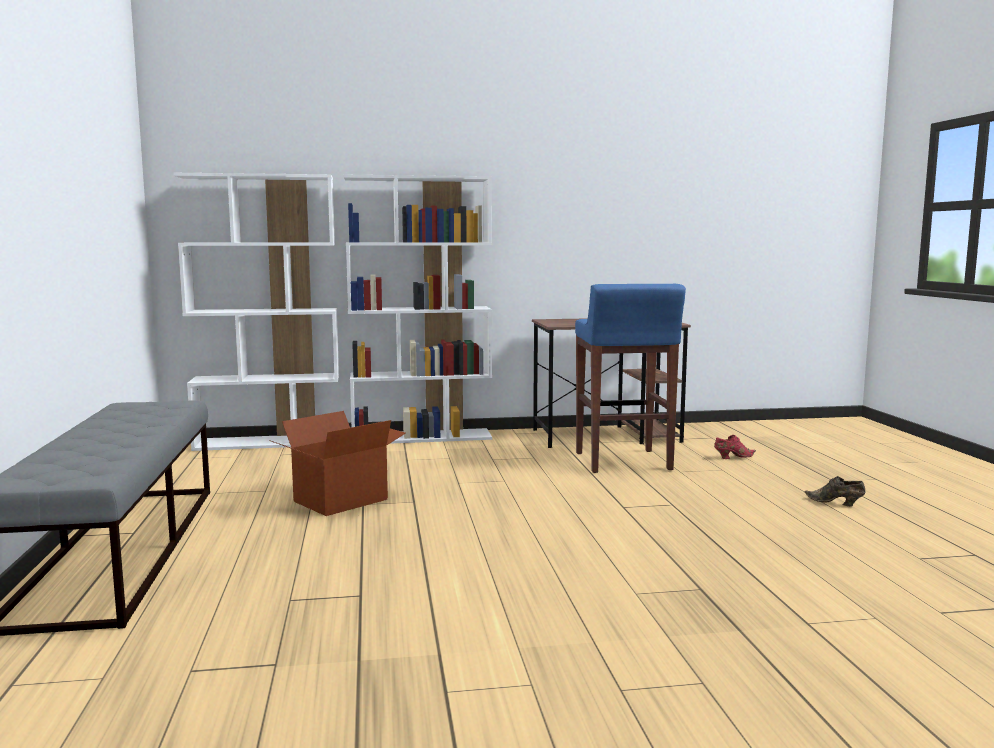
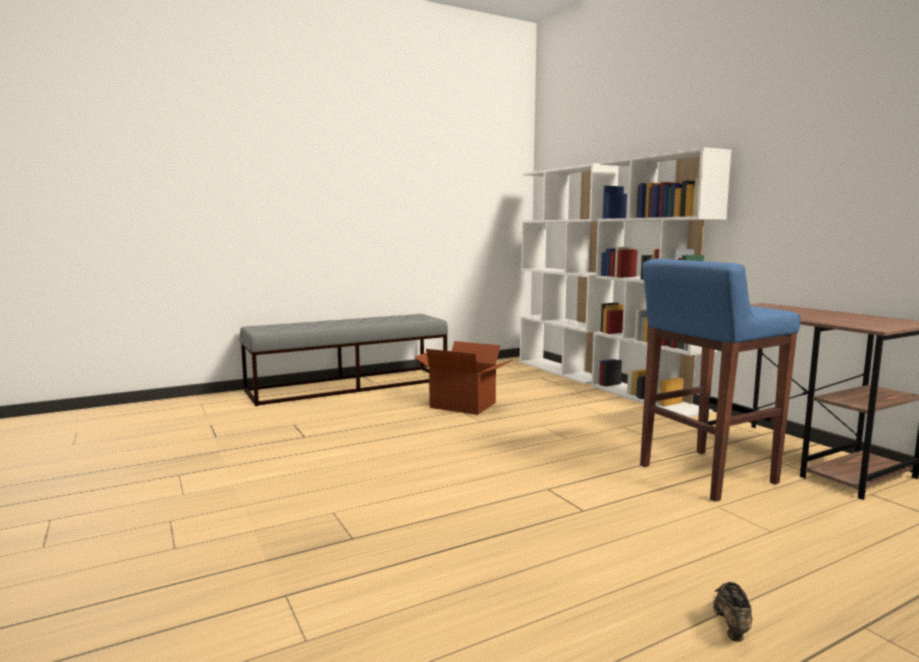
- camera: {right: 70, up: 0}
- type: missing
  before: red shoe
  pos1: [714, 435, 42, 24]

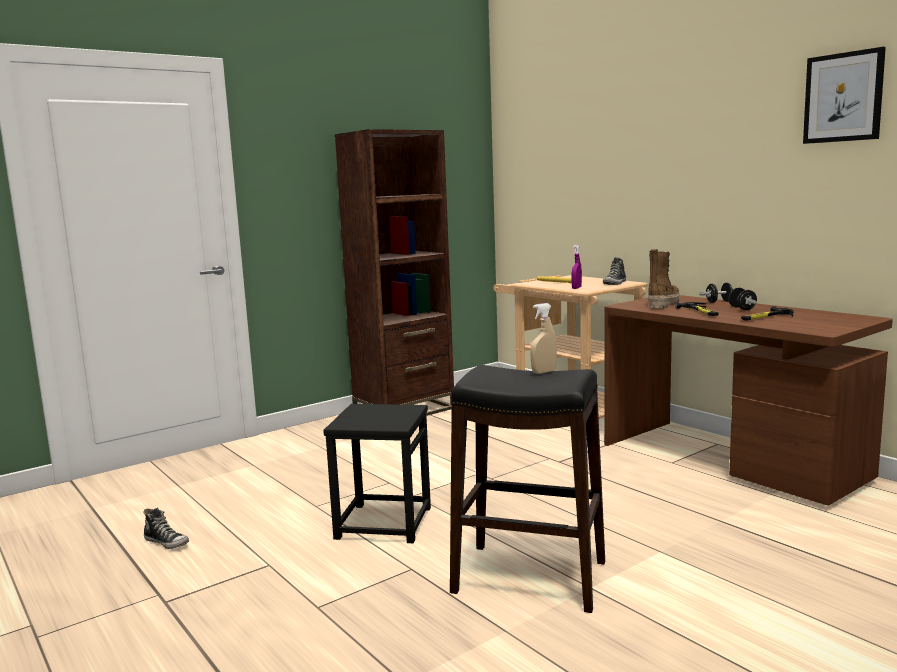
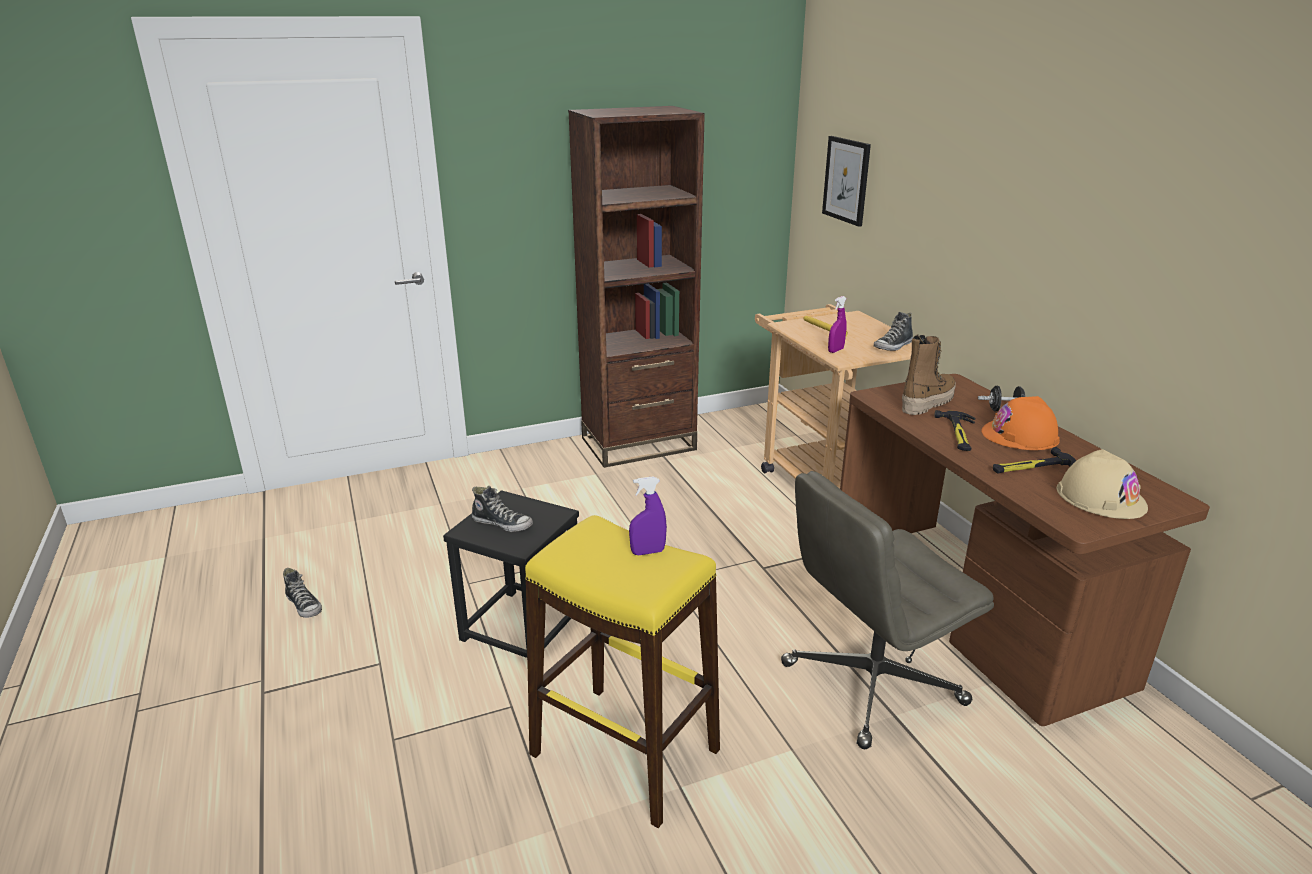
- camera: {right: 15, up: 15}
- type: appeared
  after: shoe
  pos2: [472, 486, 61, 46]
- type: appeared
  after: grey office chair
  pos2: [781, 471, 213, 278]
- type: appeared
  after: beige hard hat
  pos2: [1057, 449, 91, 70]
- type: relocated
  before: picture
  pos1: [803, 47, 83, 97]
  pos2: [822, 136, 49, 91]
- type: exchanged
  before: black dumbbell
  after: orange hard hat
  pos1: [728, 288, 29, 22]
  pos2: [981, 396, 79, 54]
- type: colour
  before: black stool
  after: yellow stool
  pos1: [450, 365, 155, 248]
  pos2: [525, 515, 195, 313]
- type: colour
  before: beige spray bottle
  after: purple spray bottle
  pos1: [531, 303, 26, 71]
  pos2: [629, 476, 38, 79]

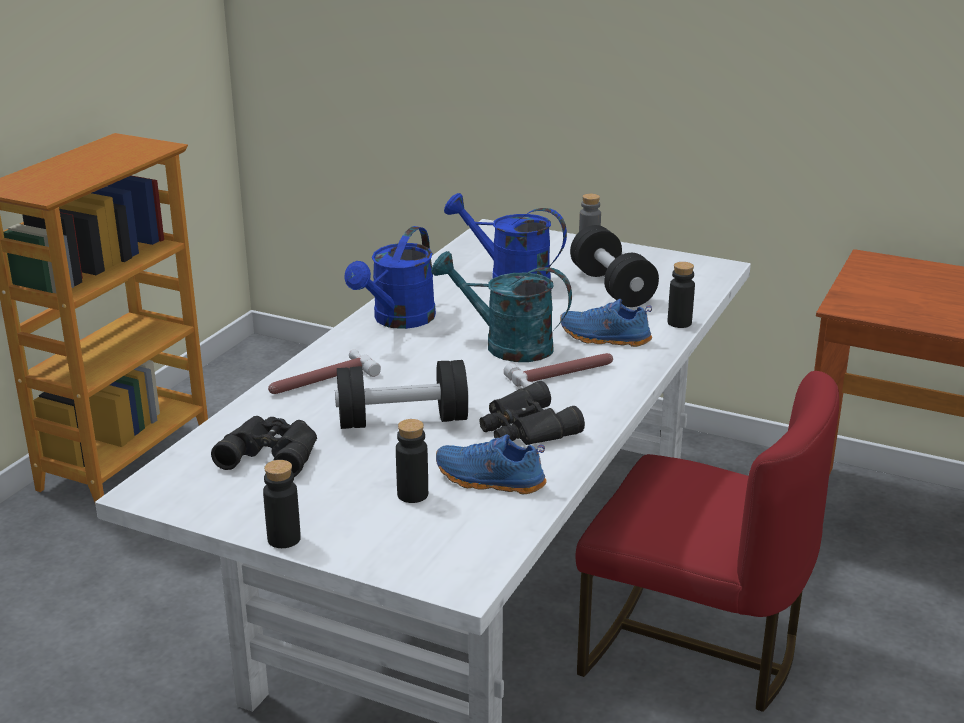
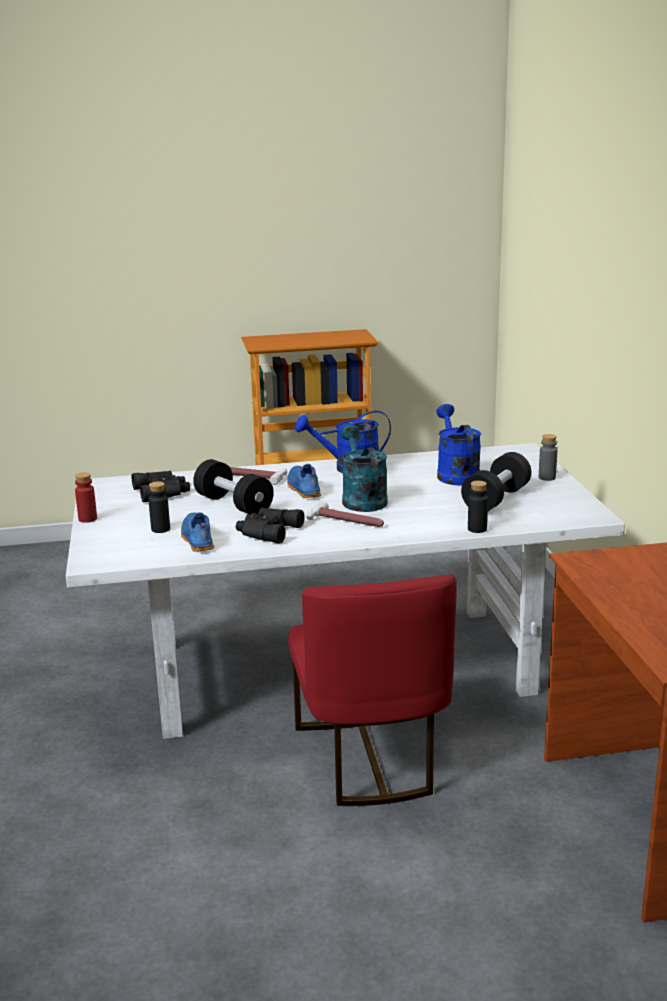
- camera: {right: 55, up: -5}
- type: relocated
  before: blue shoe
  pos1: [560, 299, 92, 48]
  pos2: [287, 464, 34, 34]
- type: colour
  before: black bottle
  after: red bottle
  pos1: [263, 460, 38, 88]
  pos2: [75, 472, 22, 51]

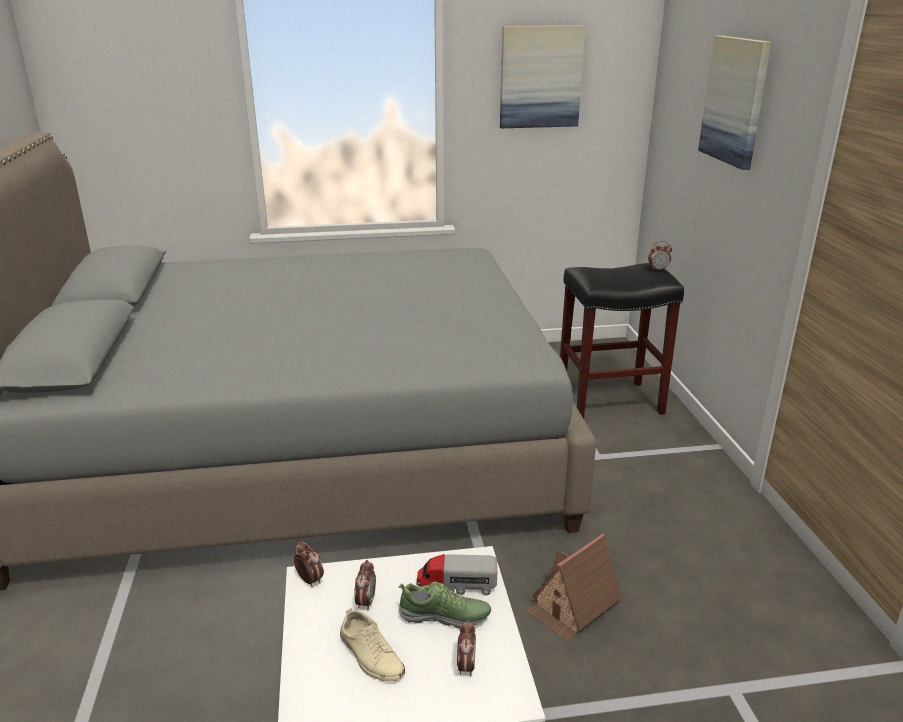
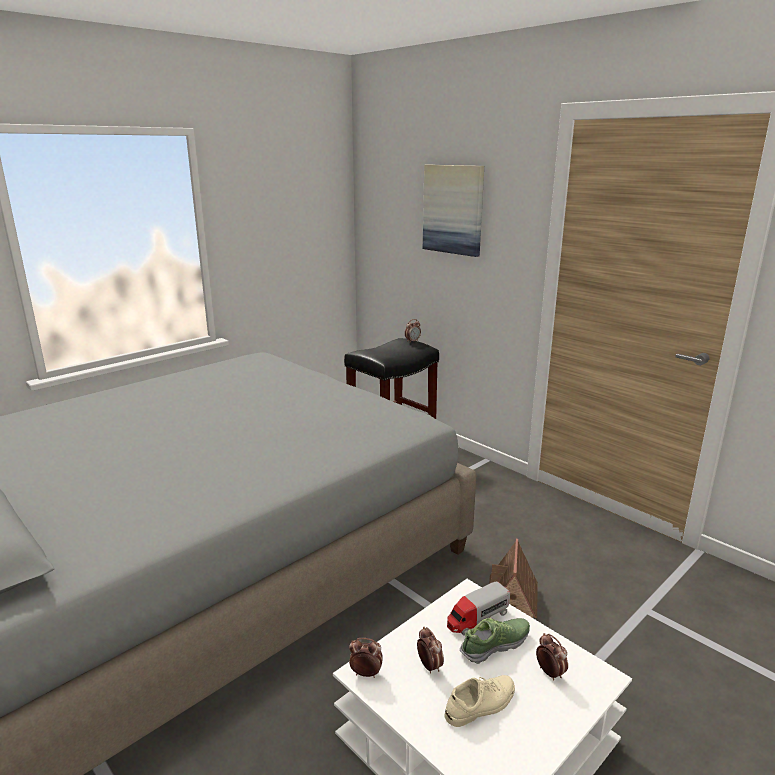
- camera: {right: -35, up: -5}
- type: missing
  before: picture
  pos1: [500, 25, 85, 103]
- type: spun
  before: beige shoe
  pos1: [340, 608, 65, 73]
  pos2: [445, 675, 70, 52]
  turn: -45

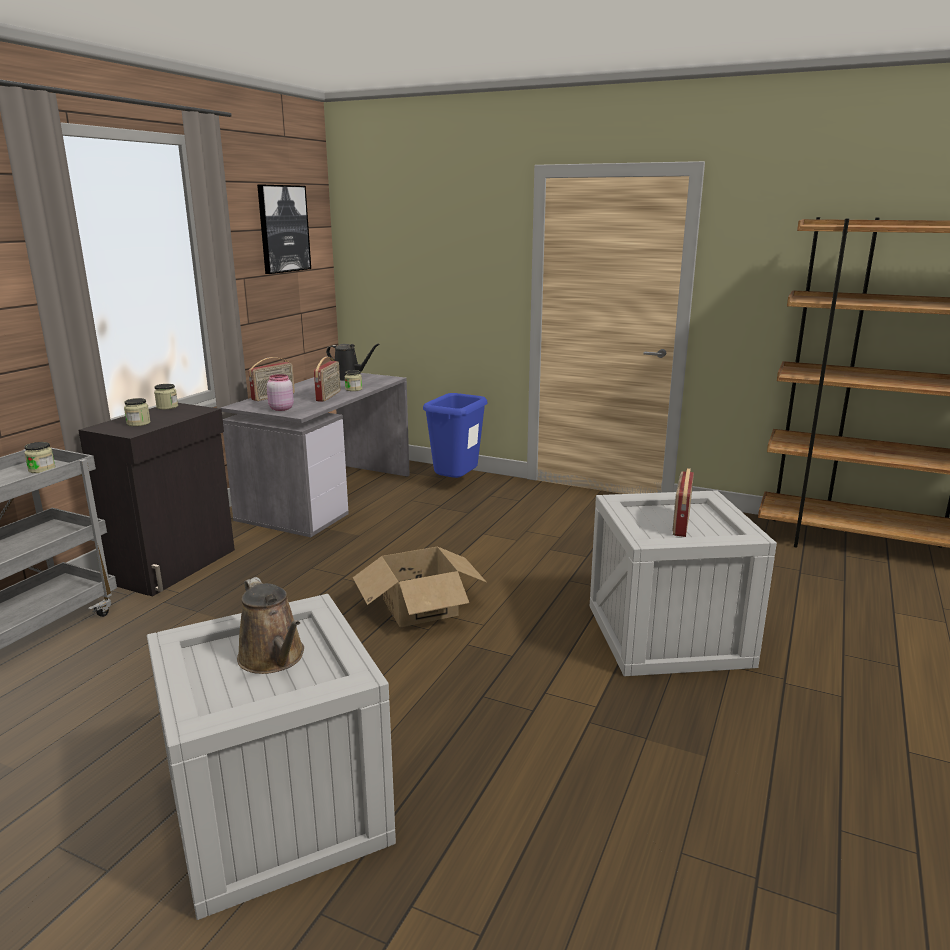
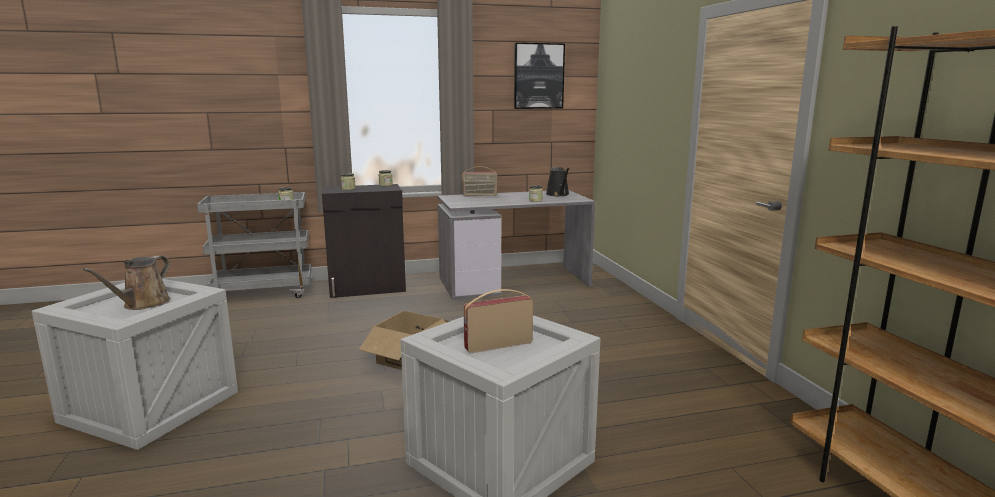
- camera: {right: 50, up: -5}
- type: missing
  before: pink jar
  pos1: [267, 374, 27, 37]
- type: missing
  before: radio
  pos1: [314, 357, 27, 45]
- type: missing
  before: blue trash can
  pos1: [423, 393, 64, 85]

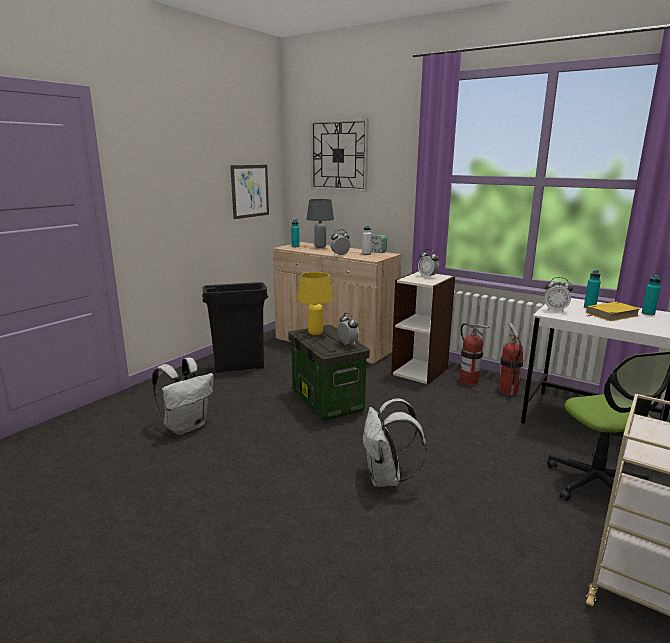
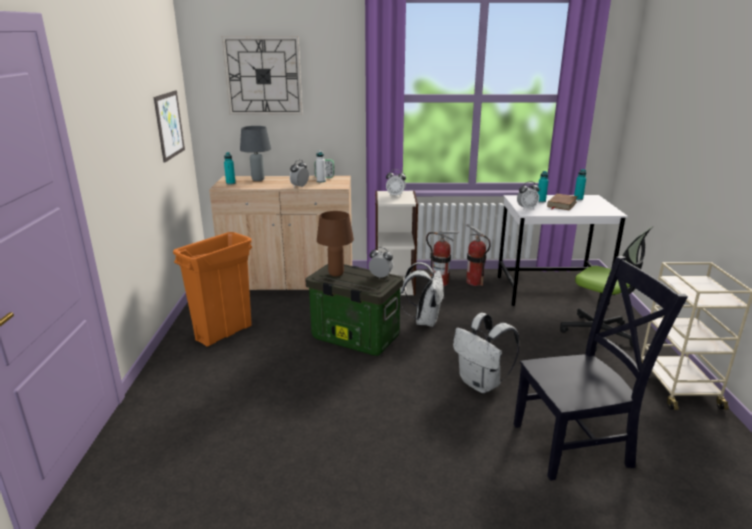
- camera: {right: -35, up: 5}
- type: appeared
  after: black chair
  pos2: [514, 256, 174, 225]
- type: relocated
  before: white backpack
  pos1: [152, 357, 62, 78]
  pos2: [400, 262, 44, 65]
- type: colour
  before: black trash can
  after: orange trash can
  pos1: [202, 282, 66, 91]
  pos2: [173, 232, 79, 115]
- type: colour
  before: yellow table lamp
  after: brown table lamp
  pos1: [297, 272, 36, 63]
  pos2: [317, 211, 37, 65]
- type: colour
  before: yellow book
  after: brown book
  pos1: [586, 302, 55, 19]
  pos2: [547, 193, 31, 17]

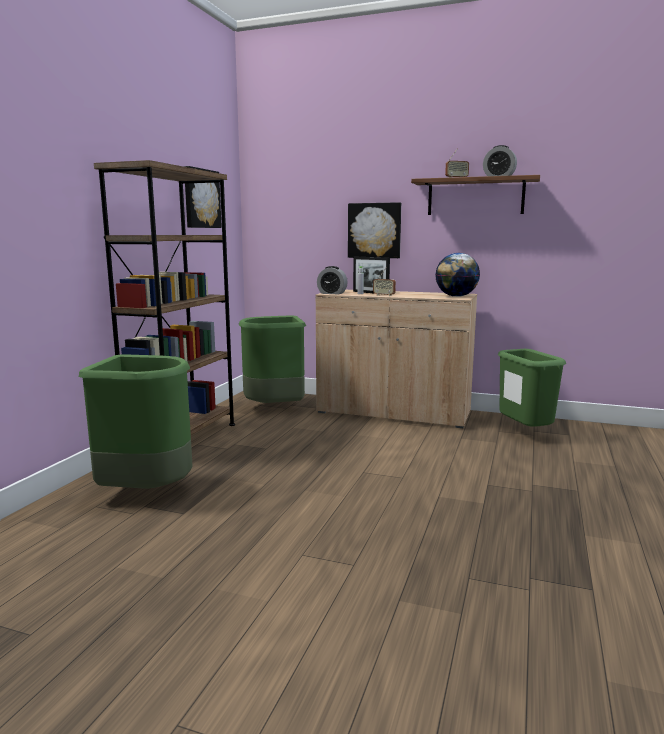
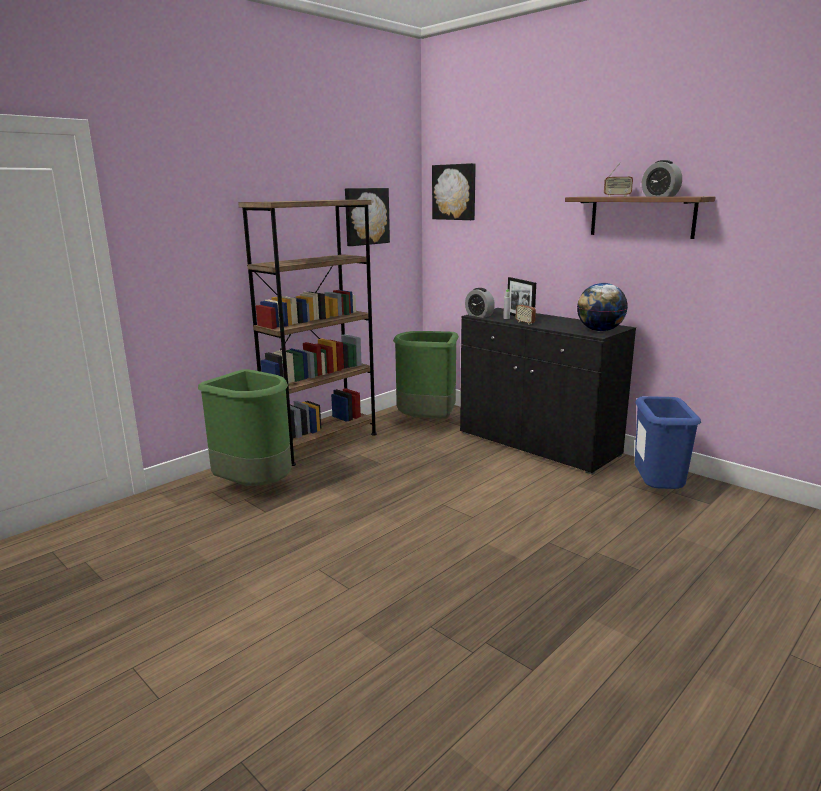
- camera: {right: 25, up: 5}
- type: relocated
  before: picture
  pos1: [348, 202, 53, 56]
  pos2: [432, 163, 44, 57]
- type: colour
  before: beige cabinet
  after: black cabinet
  pos1: [316, 290, 161, 138]
  pos2: [460, 308, 176, 167]
- type: colour
  before: green trash can
  after: blue trash can
  pos1: [498, 349, 68, 78]
  pos2: [635, 396, 66, 93]

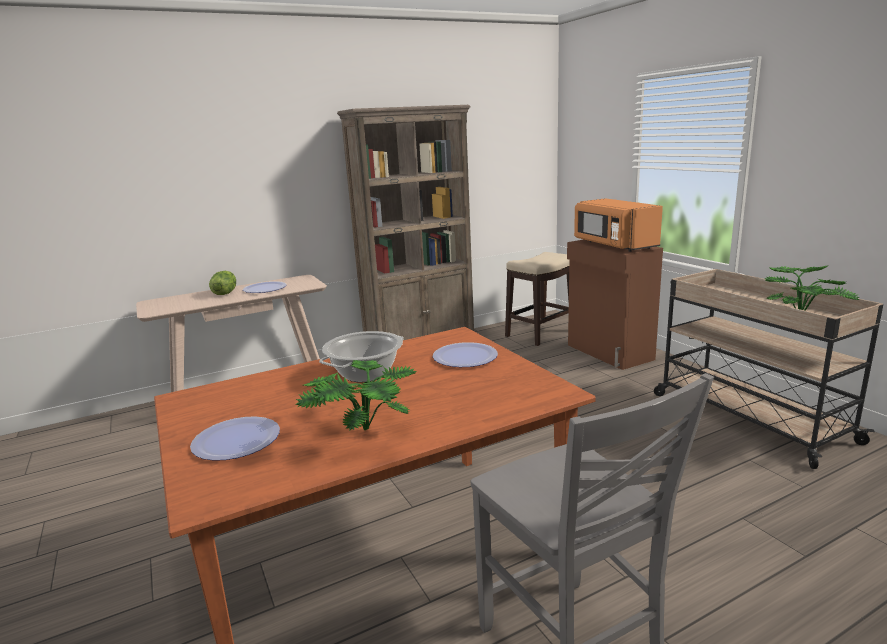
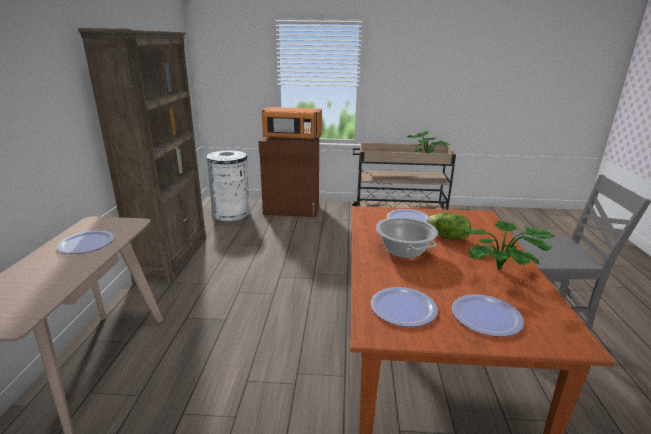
- camera: {right: -60, up: 5}
- type: appeared
  after: plate
  pos2: [371, 287, 67, 40]
- type: relocated
  before: lettuce
  pos1: [209, 271, 27, 24]
  pos2: [426, 213, 45, 27]
- type: exchanged
  before: stool
  after: white trash can
  pos1: [505, 252, 64, 94]
  pos2: [206, 150, 44, 71]

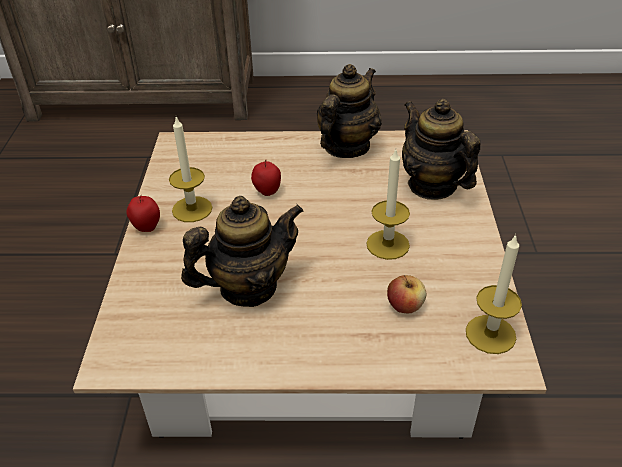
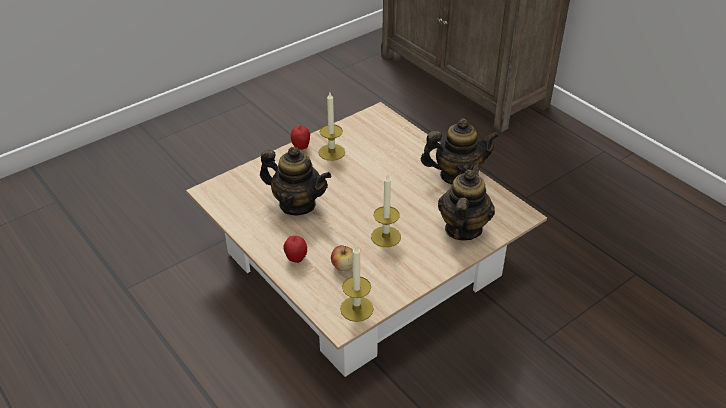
- camera: {right: 50, up: 0}
- type: relocated
  before: apple
  pos1: [251, 160, 30, 36]
  pos2: [283, 236, 24, 27]

